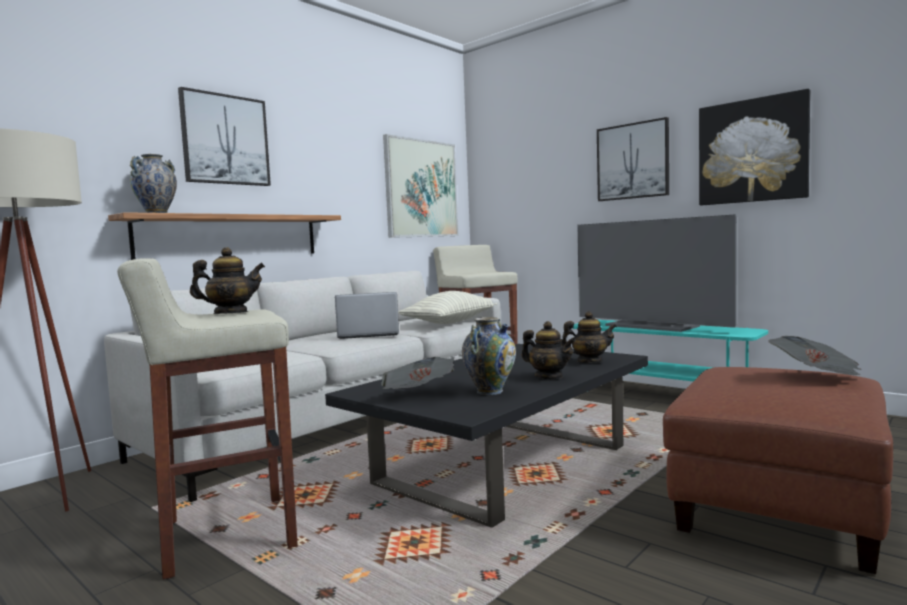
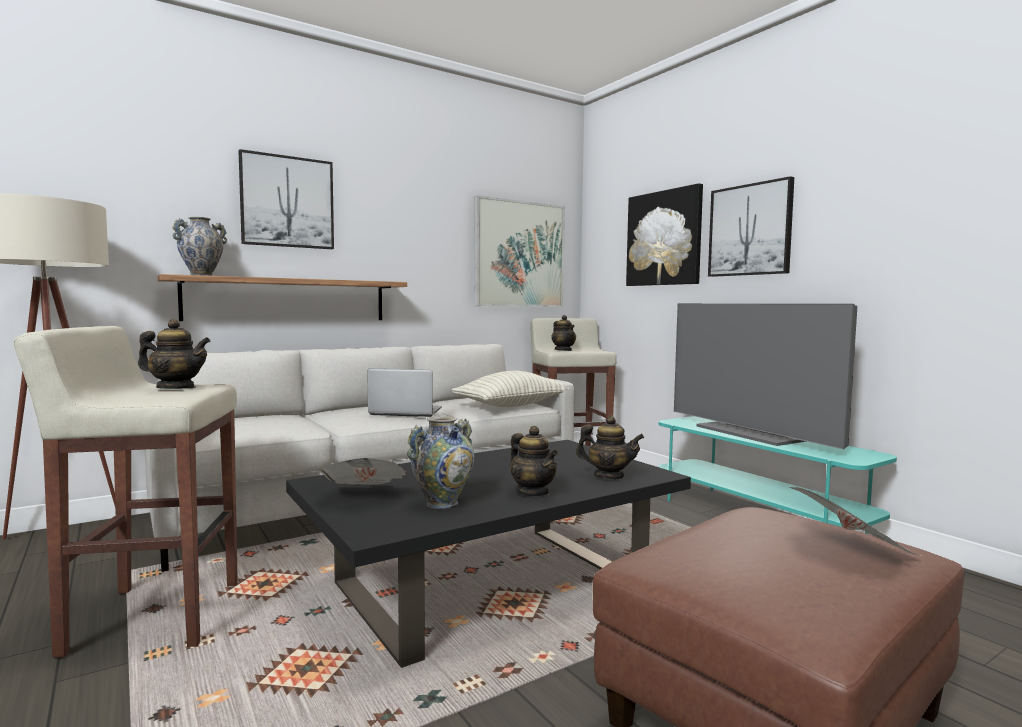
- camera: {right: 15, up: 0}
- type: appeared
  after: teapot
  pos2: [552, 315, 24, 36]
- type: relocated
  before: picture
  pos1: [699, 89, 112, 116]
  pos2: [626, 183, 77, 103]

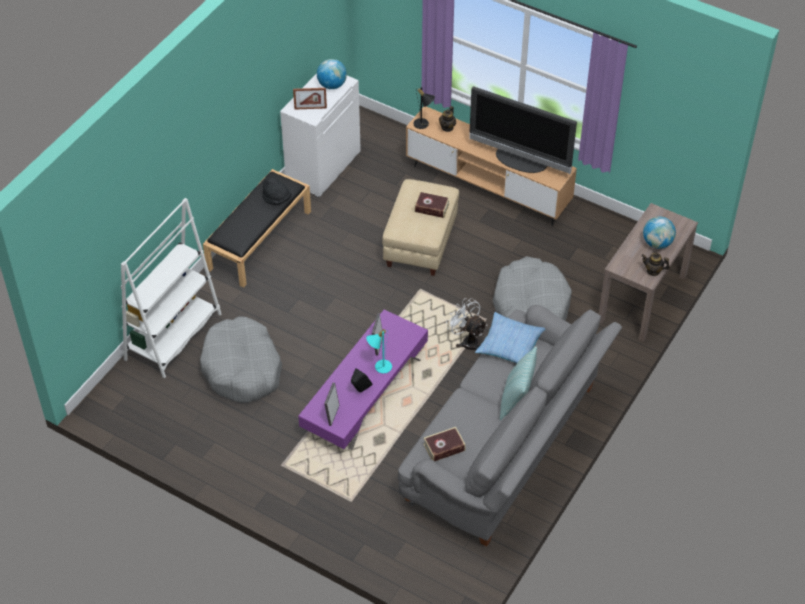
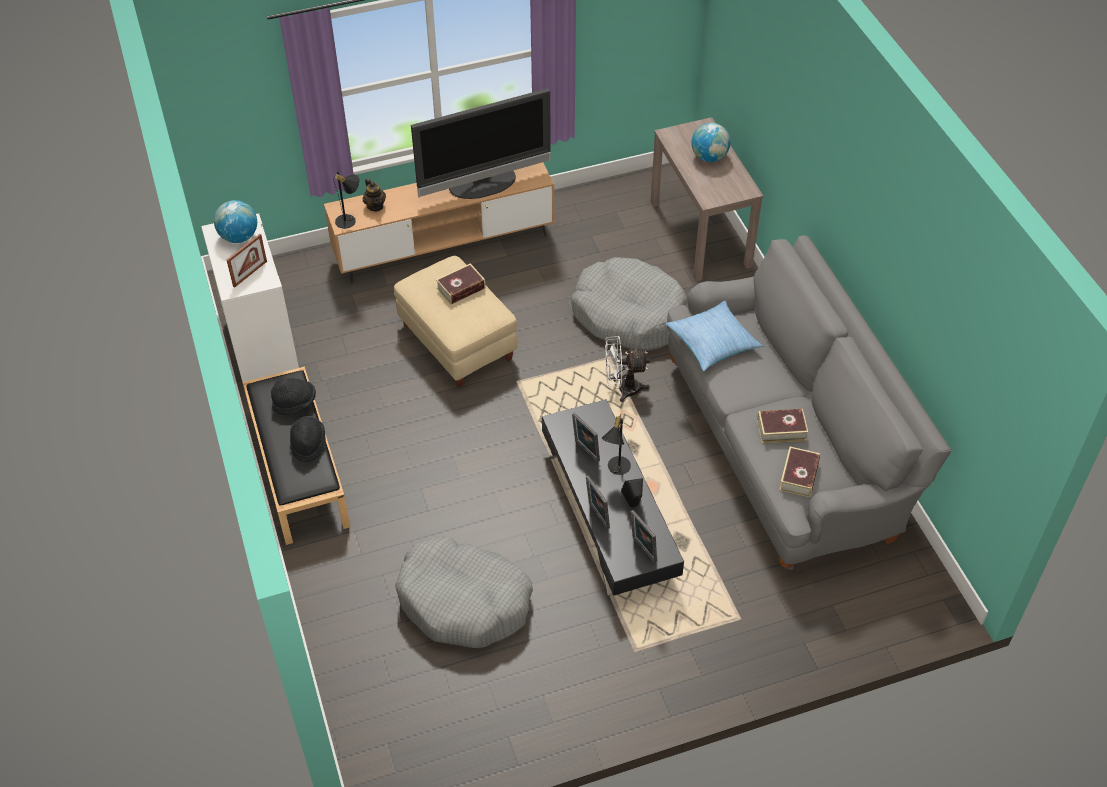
- camera: {right: -50, up: 0}
- type: missing
  before: white bookcase
  pos1: [121, 198, 101, 180]
- type: missing
  before: pillow
  pos1: [500, 346, 37, 74]
- type: missing
  before: teapot
  pos1: [641, 252, 29, 24]
- type: appeared
  after: black hat
  pos2: [290, 416, 36, 46]
- type: appeared
  after: picture frame
  pos2: [586, 475, 24, 54]
- type: appeared
  after: book
  pos2: [757, 409, 51, 34]
- type: colour
  before: purple coffee table
  after: black coffee table
  pos1: [298, 310, 130, 140]
  pos2: [542, 399, 142, 196]
- type: colour
  before: turquoise table lamp
  after: black table lamp
  pos1: [366, 329, 26, 45]
  pos2: [601, 414, 30, 61]

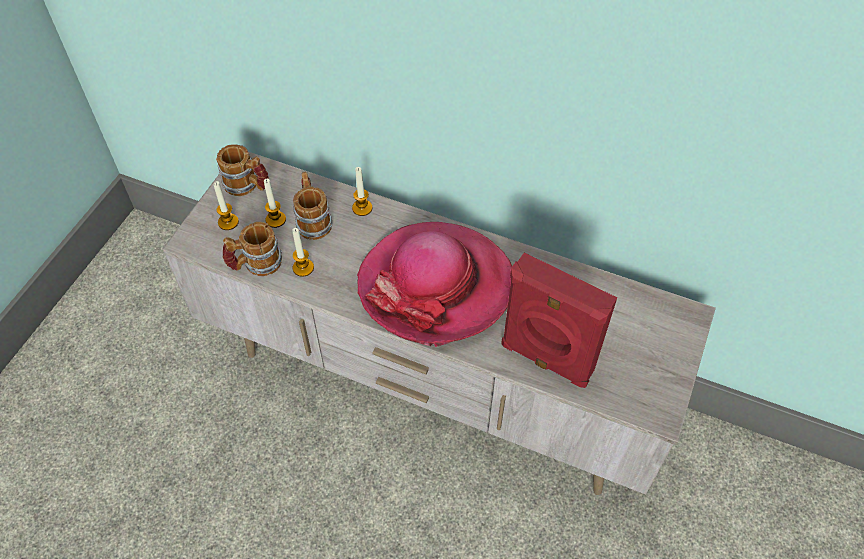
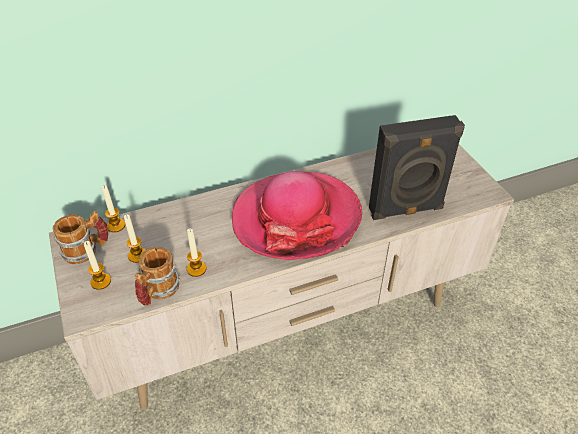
- camera: {right: -45, up: -10}
- type: missing
  before: mug
  pos1: [293, 172, 39, 68]
- type: relocated
  before: candle
  pos1: [352, 167, 20, 49]
  pos2: [102, 185, 23, 47]
- type: colour
  before: red speaker
  after: black speaker
  pos1: [501, 253, 116, 135]
  pos2: [369, 115, 96, 105]

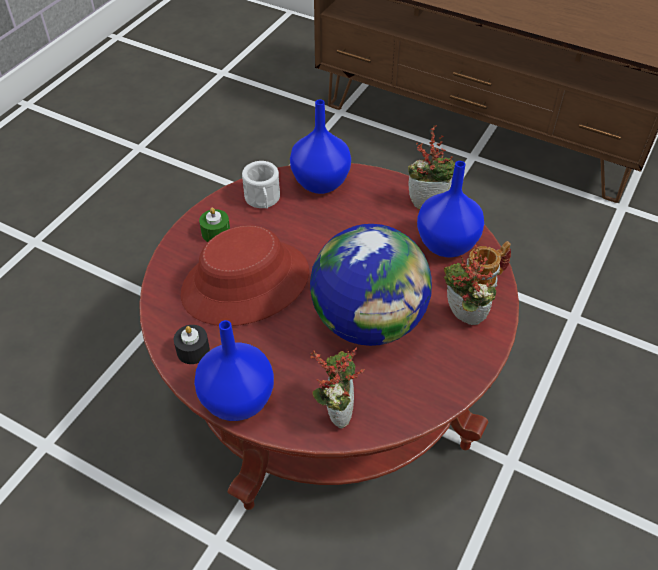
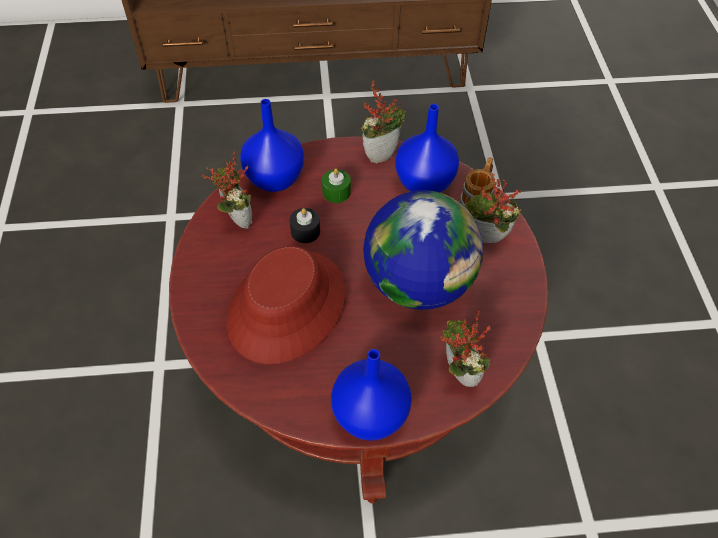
- camera: {right: -35, up: 5}
- type: relocated
  before: black candle
  pos1: [174, 325, 36, 39]
  pos2: [290, 208, 30, 35]
- type: relocated
  before: green candle
  pos1: [199, 208, 31, 34]
  pos2: [322, 169, 29, 34]
- type: exchanged
  before: white mug
  after: potted plant
  pos1: [242, 161, 38, 48]
  pos2: [202, 151, 50, 78]

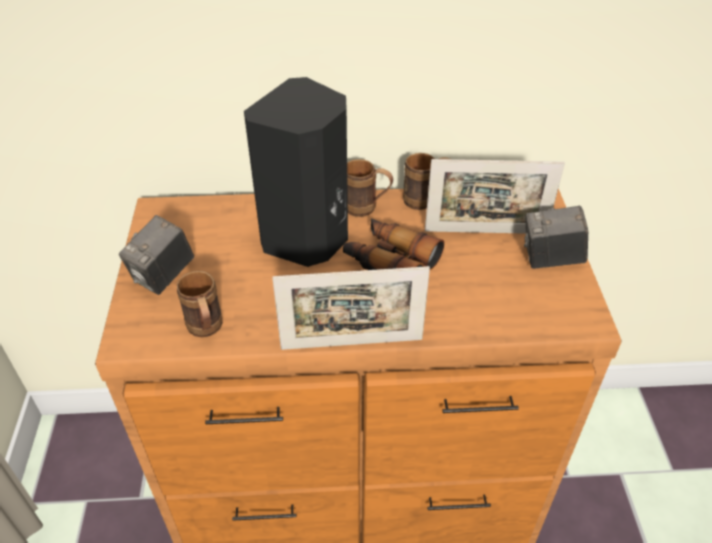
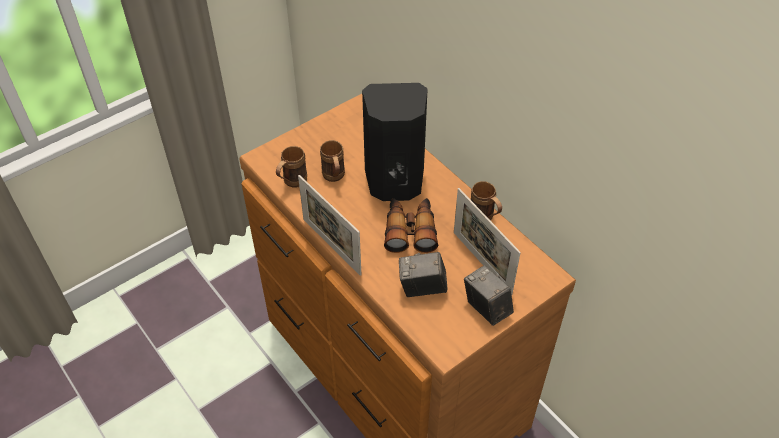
- camera: {right: 55, up: 5}
- type: relocated
  before: photo camera
  pos1: [119, 215, 75, 80]
  pos2: [399, 252, 48, 45]
- type: relocated
  before: brown mug
  pos1: [347, 159, 46, 58]
  pos2: [320, 140, 25, 42]

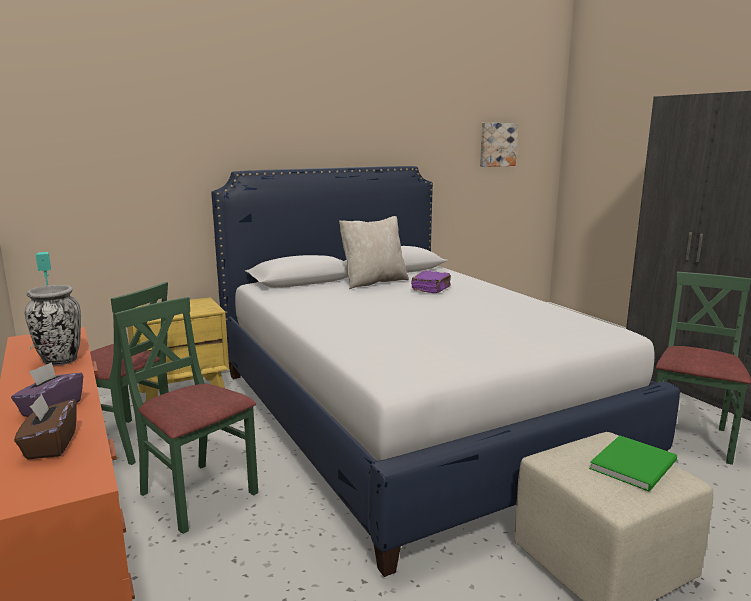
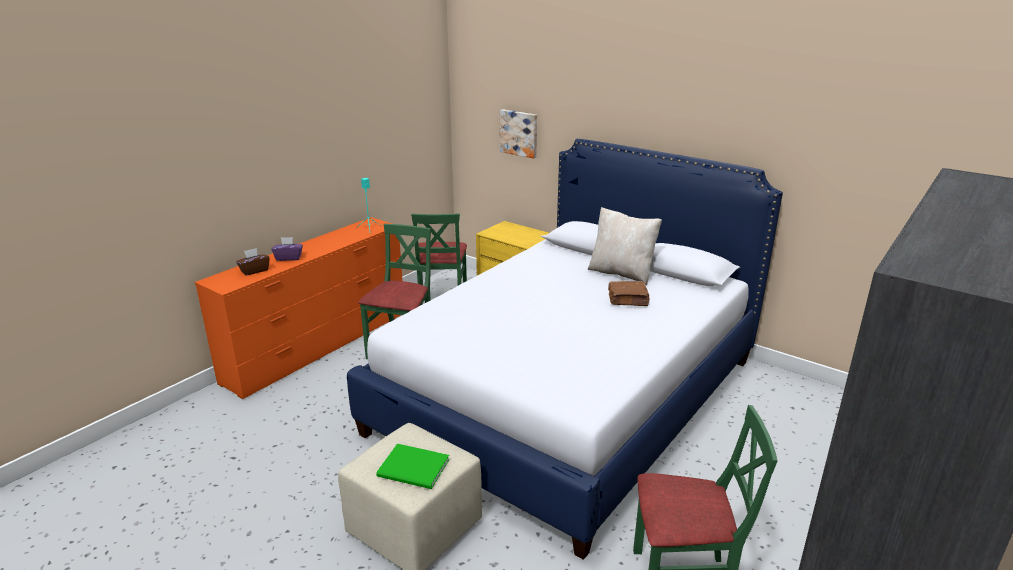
- camera: {right: 65, up: 10}
- type: missing
  before: vase
  pos1: [25, 285, 56, 81]
- type: relocated
  before: picture
  pos1: [480, 123, 38, 44]
  pos2: [500, 109, 37, 49]
- type: colour
  before: purple book
  after: brown book
  pos1: [411, 270, 40, 23]
  pos2: [608, 281, 42, 25]

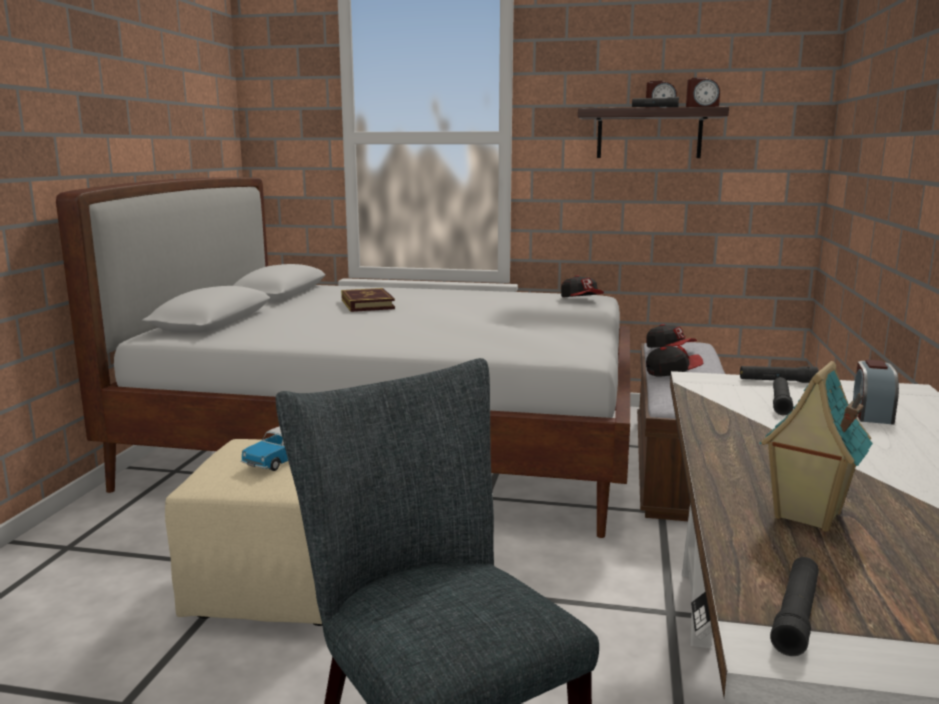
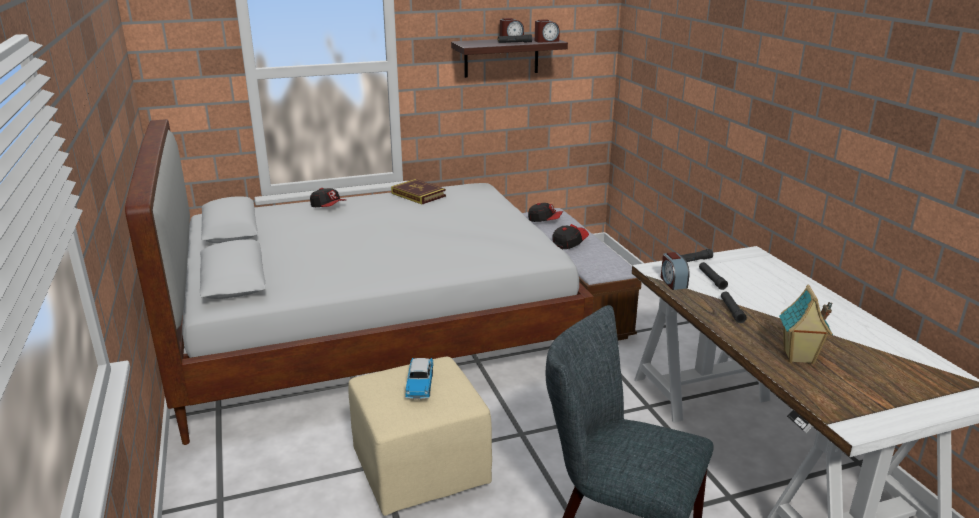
- camera: {right: -30, up: 10}
- type: relocated
  before: book
  pos1: [341, 288, 54, 24]
  pos2: [391, 179, 55, 25]
- type: relocated
  before: cap
  pos1: [561, 275, 43, 22]
  pos2: [310, 188, 36, 19]
- type: relocated
  before: black flashlight
  pos1: [770, 557, 49, 99]
  pos2: [721, 291, 26, 32]
- type: relocated
  before: alarm clock
  pos1: [853, 360, 46, 65]
  pos2: [661, 252, 29, 38]

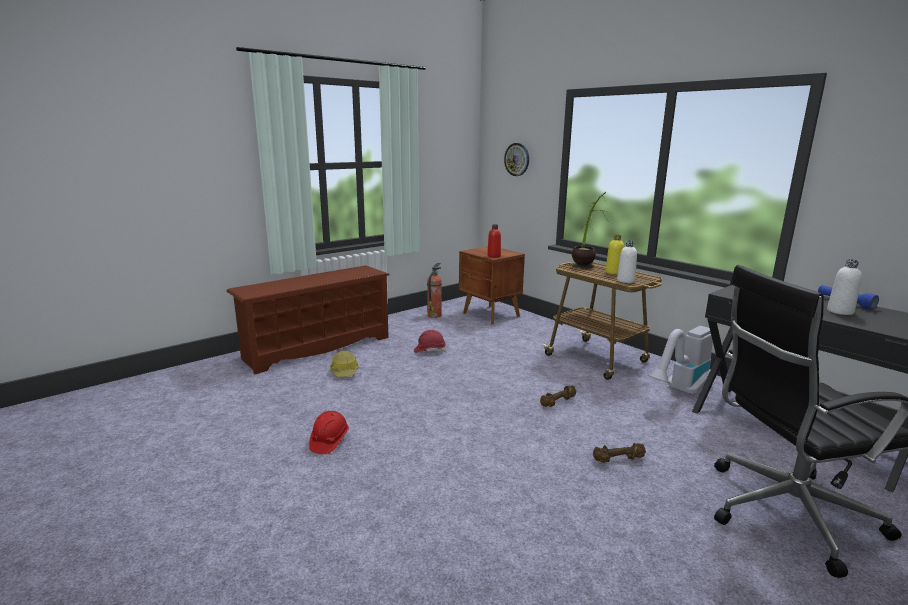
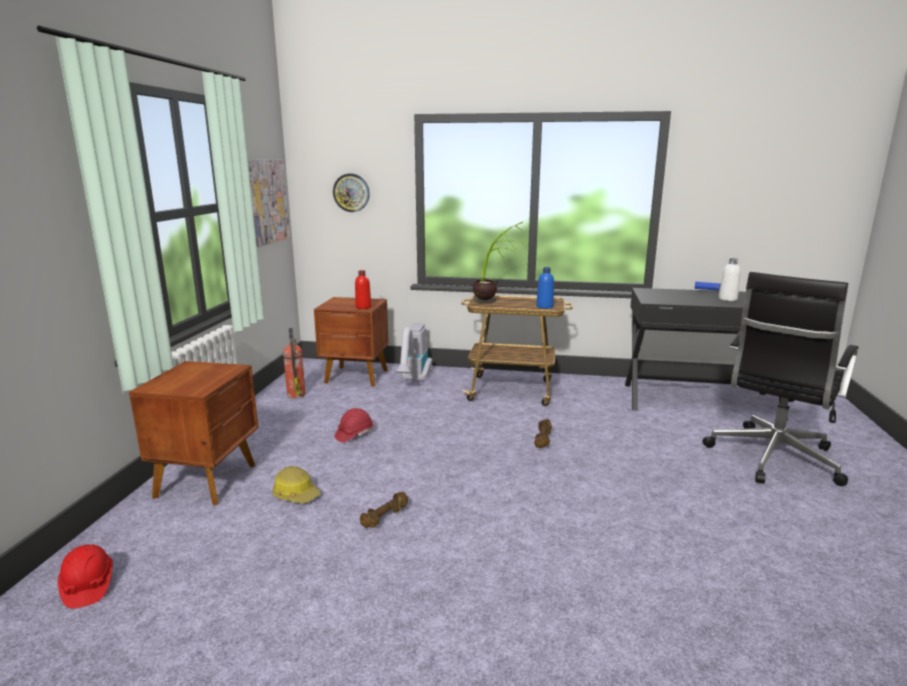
- camera: {right: -40, up: 0}
- type: missing
  before: yellow bottle
  pos1: [605, 234, 19, 40]
- type: appeared
  after: picture
  pos2: [248, 160, 42, 87]
- type: relocated
  before: red hard hat
  pos1: [309, 411, 40, 43]
  pos2: [58, 544, 55, 65]
- type: relocated
  before: brown dumbbell
  pos1: [593, 443, 53, 20]
  pos2: [360, 492, 48, 36]
- type: relocated
  before: vacuum cleaner
  pos1: [648, 326, 65, 70]
  pos2: [394, 323, 38, 58]
- type: exchanged
  before: brown shoe rack
  after: brown nightstand
  pos1: [226, 265, 163, 110]
  pos2: [129, 361, 129, 144]
- type: colour
  before: white bottle
  after: blue bottle
  pos1: [617, 241, 20, 42]
  pos2: [536, 267, 18, 42]

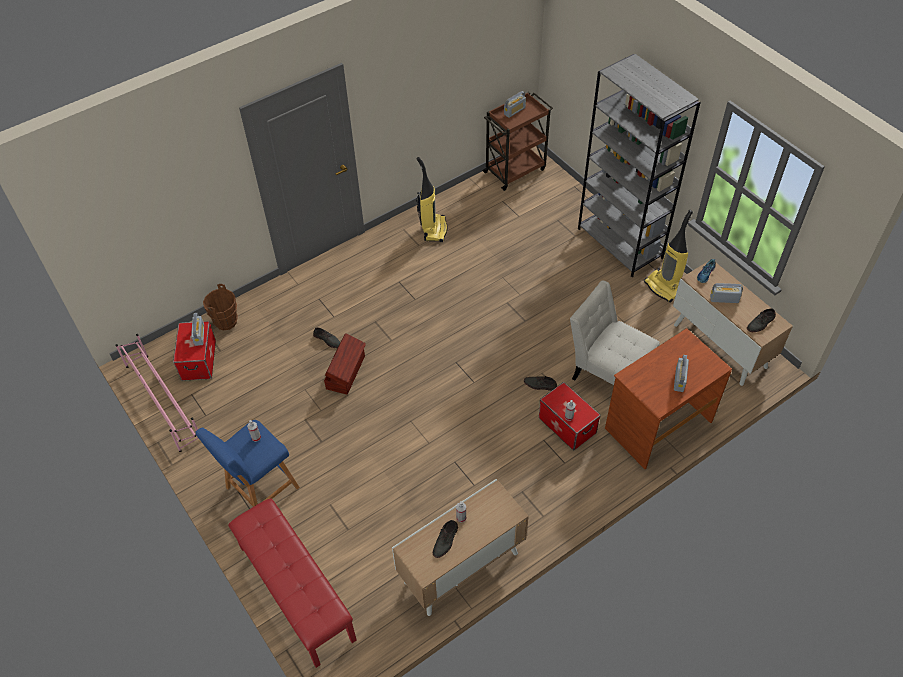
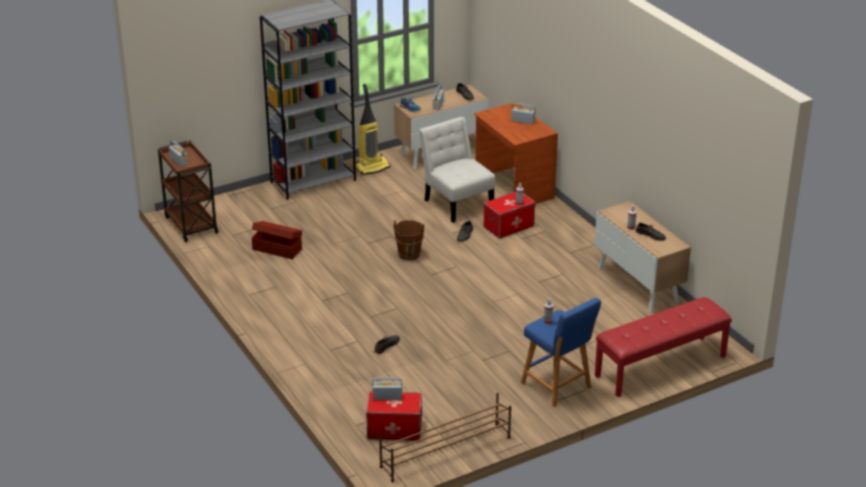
- camera: {right: -85, up: -20}
- type: missing
  before: vacuum cleaner
  pos1: [416, 157, 32, 85]
- type: relocated
  before: brown bucket
  pos1: [203, 284, 35, 46]
  pos2: [394, 220, 30, 41]
- type: relocated
  before: brown storage box
  pos1: [324, 333, 42, 62]
  pos2: [252, 221, 50, 38]
- type: colour
  before: pink shoe rack
  after: brown shoe rack
  pos1: [115, 334, 83, 118]
  pos2: [379, 393, 132, 89]
- type: spun
  before: white chair
  pos1: [570, 280, 90, 105]
  pos2: [419, 117, 76, 106]
  turn: 105

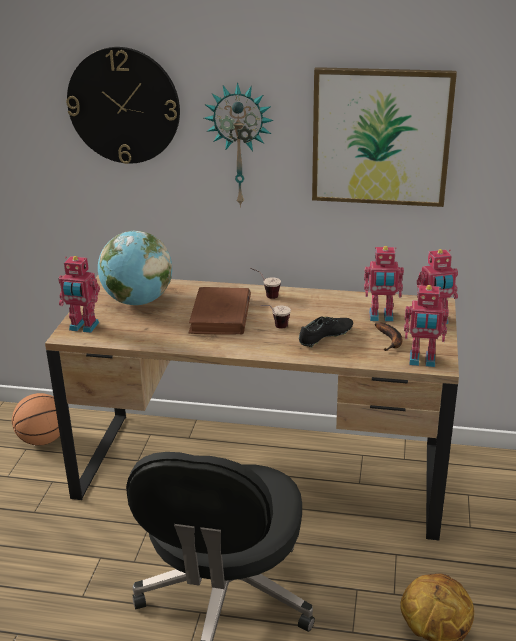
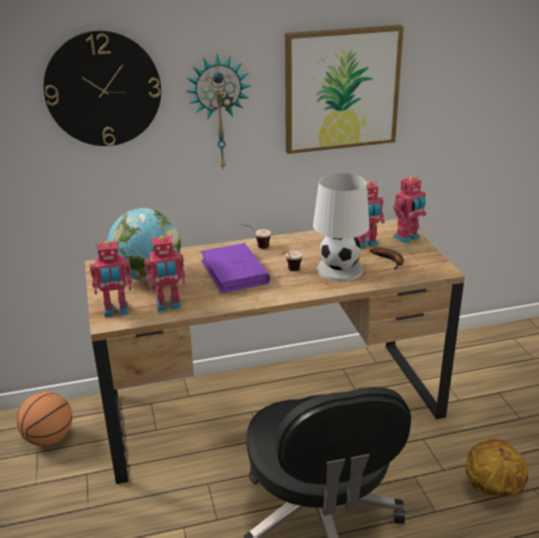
- camera: {right: -25, up: 0}
- type: relocated
  before: toy robot
  pos1: [404, 285, 45, 82]
  pos2: [144, 236, 41, 76]
- type: exchanged
  before: black shoe
  after: white table lamp
  pos1: [299, 317, 54, 31]
  pos2: [313, 173, 57, 109]
- type: colour
  before: brown book
  after: purple book
  pos1: [188, 287, 63, 48]
  pos2: [201, 243, 69, 50]

